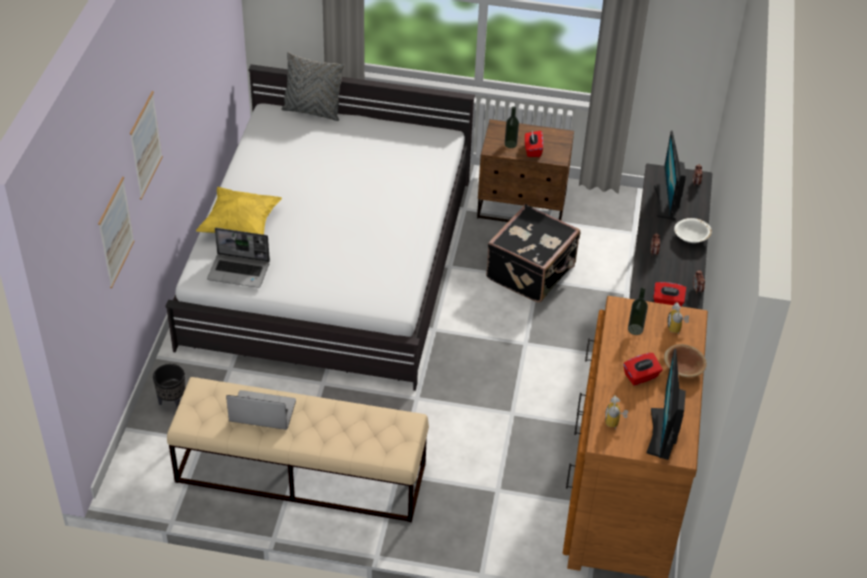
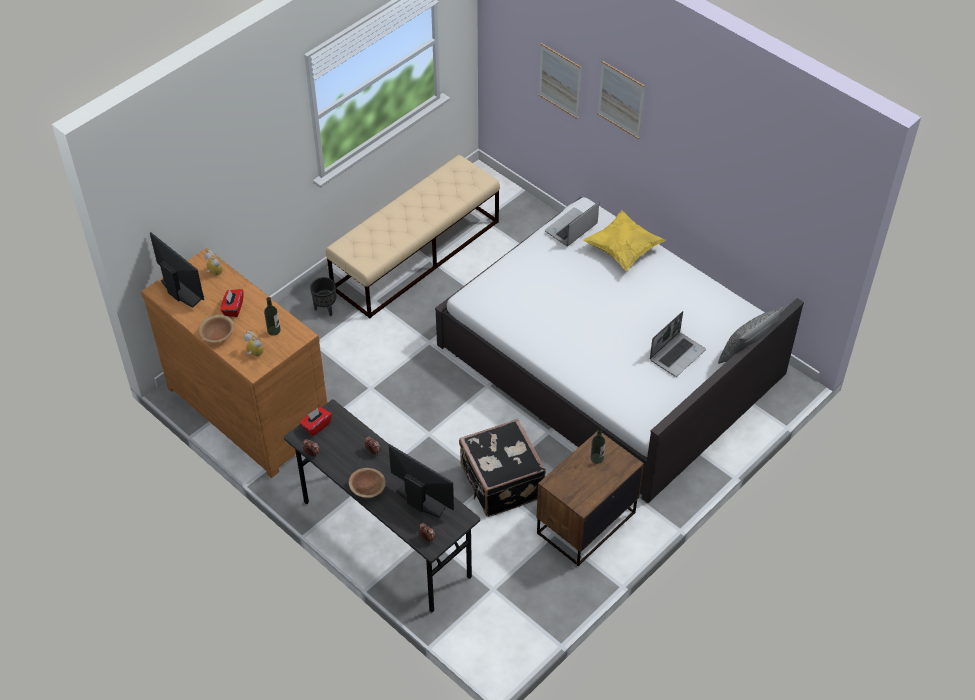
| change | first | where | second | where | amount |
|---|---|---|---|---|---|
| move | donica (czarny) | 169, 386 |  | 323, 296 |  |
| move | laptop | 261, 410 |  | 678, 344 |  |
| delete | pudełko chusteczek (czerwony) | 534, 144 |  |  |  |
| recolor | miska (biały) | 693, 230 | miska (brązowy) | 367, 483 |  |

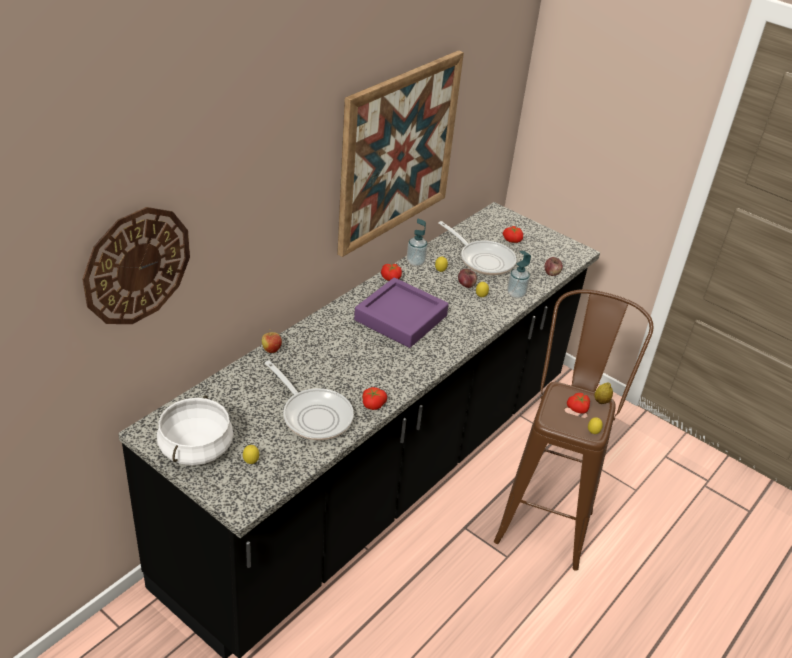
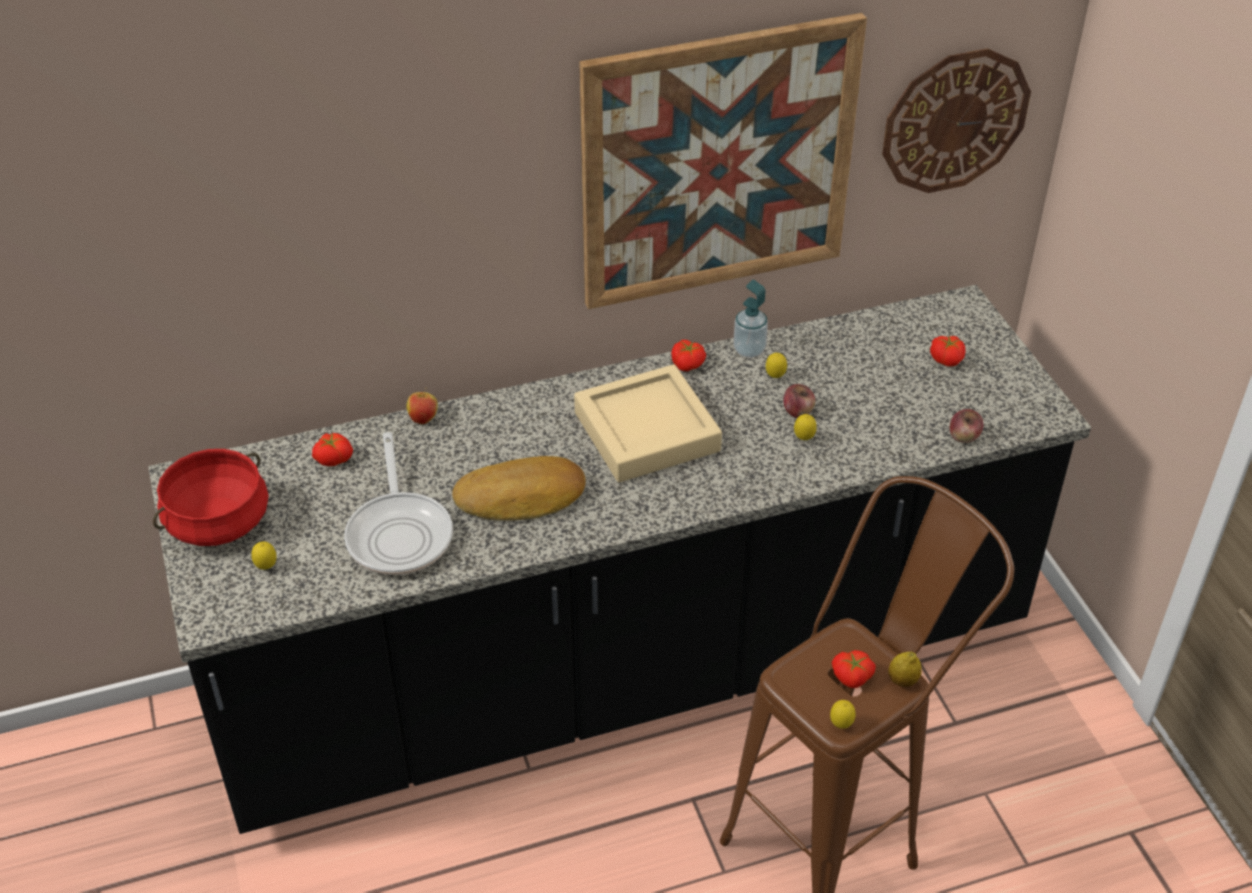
| change | first | where | second | where | amount |
|---|---|---|---|---|---|
| move | zegar ścienny | 136, 265 |  | 956, 120 |  |
| recolor | garnek (biały) | 195, 430 | garnek (czerwony) | 211, 497 |  |
| recolor | taca (fioletowy) | 401, 312 | taca (beżowy) | 648, 423 |  |
| move | pomidor | 374, 398 |  | 332, 449 |  |
| delete | patelnia | 478, 248 |  |  |  |
| delete | dozownik mydła | 519, 274 |  |  |  |
| insert |  |  | chleb | 519, 488 |  |

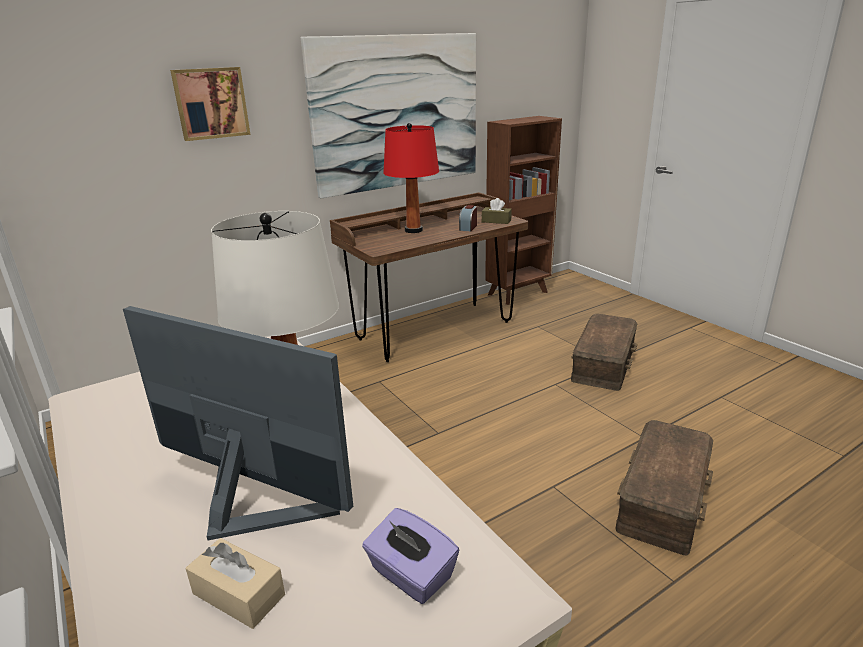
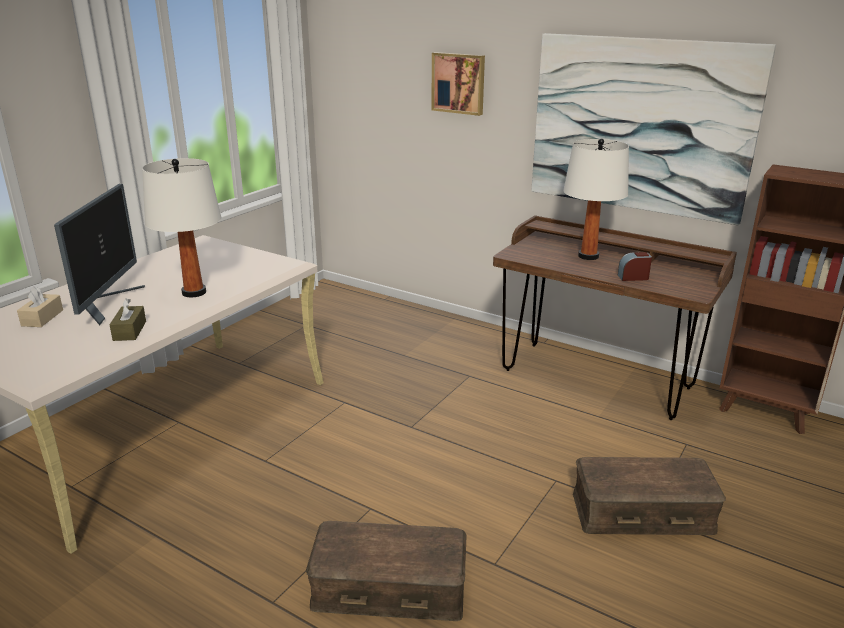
| change | first | where | second | where | amount |
|---|---|---|---|---|---|
| delete | pudełko chusteczek (fioletowy) | 410, 556 |  |  |  |
| recolor | lampa stołowa (czerwony) | 411, 178 | lampa stołowa (biały) | 596, 199 |  |
| move | pudełko chusteczek (brązowy) | 497, 211 |  | 127, 319 |  |

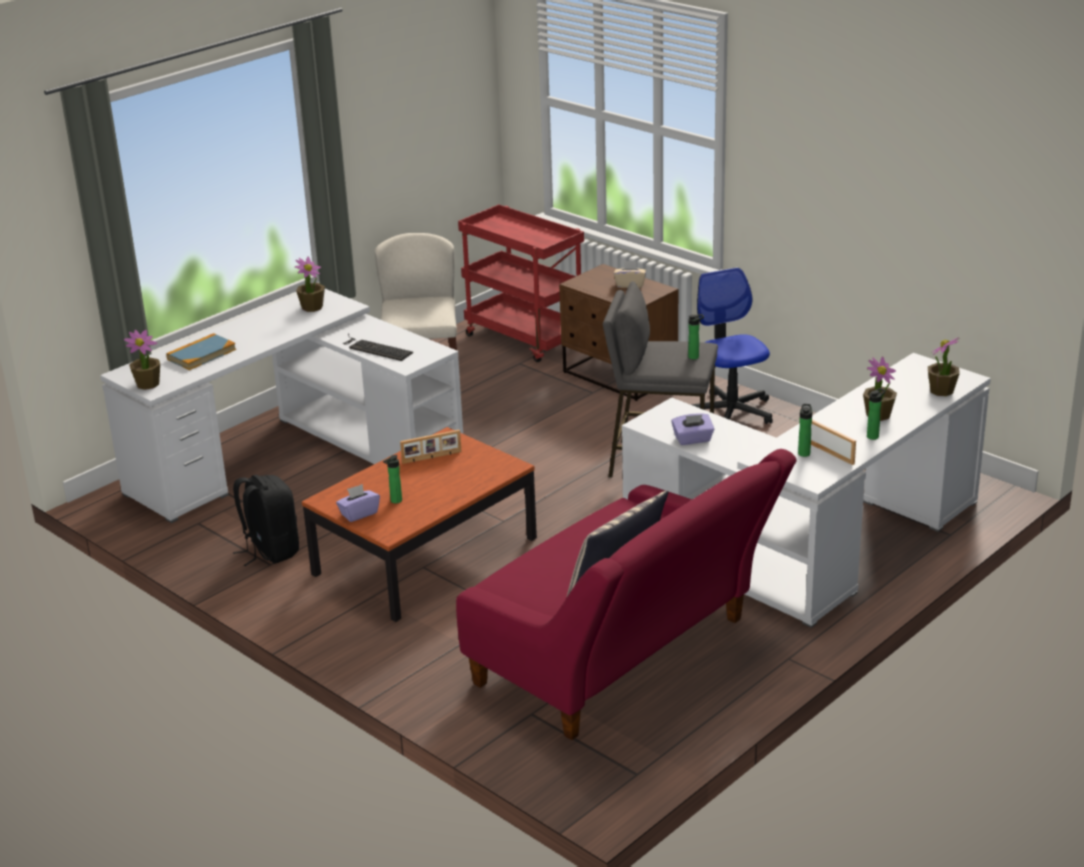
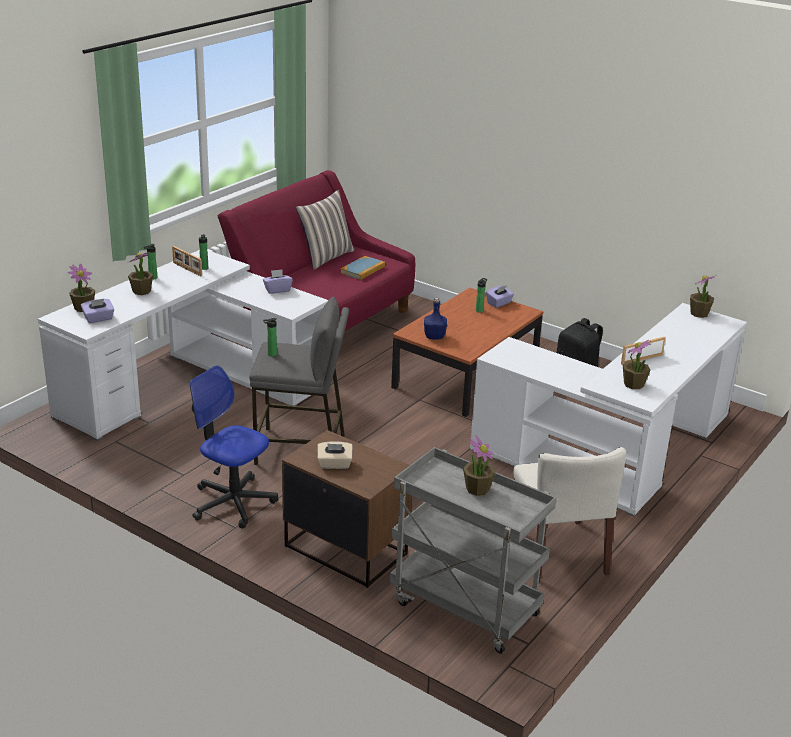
| change | first | where | second | where | amount |
|---|---|---|---|---|---|
| move | książka | 201, 351 |  | 362, 268 |  |
| delete | klawiatura | 378, 347 |  |  |  |
| move | ramka na zdjęcie | 431, 447 |  | 643, 351 |  |
| recolor | wózek (czerwony) | 521, 283 | wózek (szary) | 473, 550 |  |
| rotate | krzesło biurowe | 731, 345 |  | 234, 446 | 150 degrees clockwise |
| insert |  |  | pudełko chusteczek (fioletowy) | 97, 311 |  |
| insert |  |  | butelka (niebieski) | 435, 319 |  |
| insert |  |  | roślina doniczkowa | 479, 465 |  |

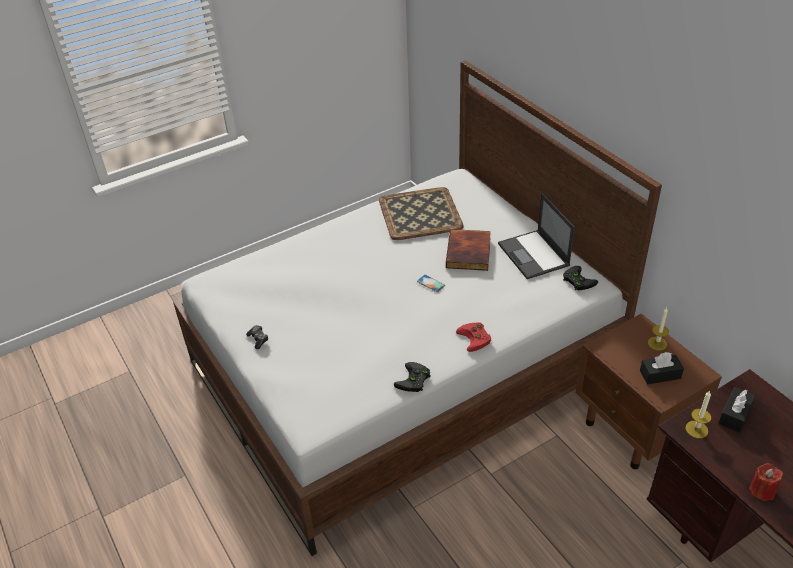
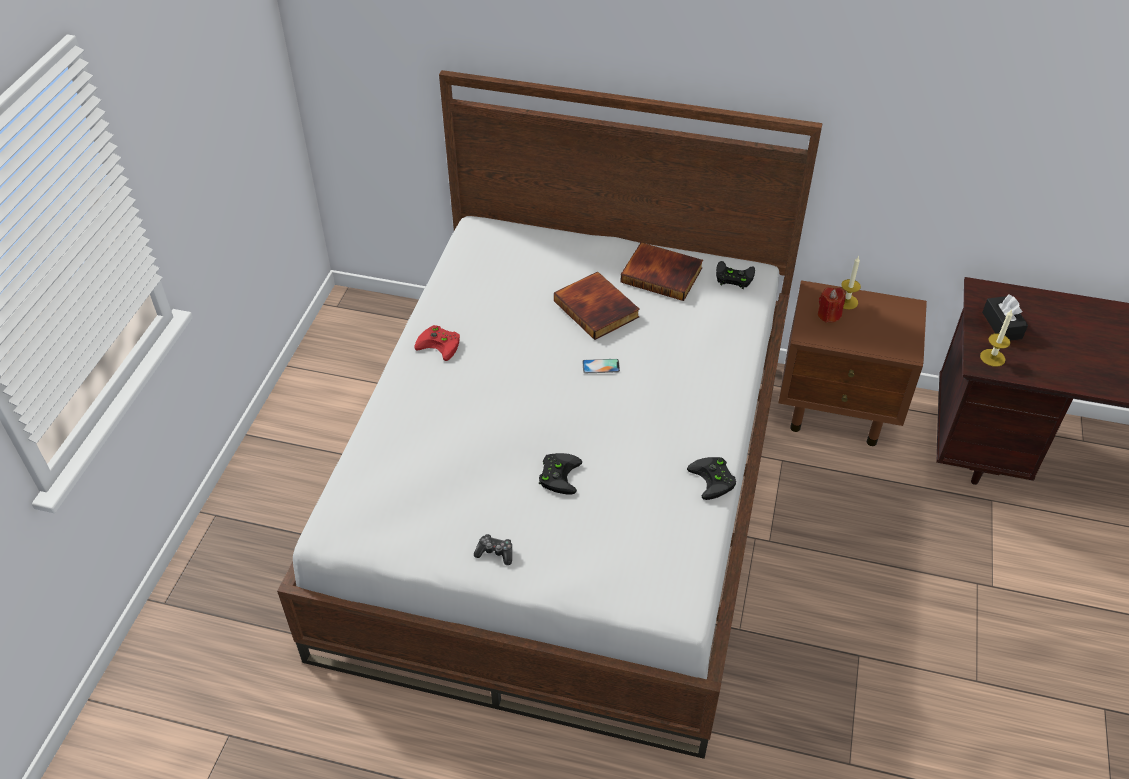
| change | first | where | second | where | amount |
|---|---|---|---|---|---|
| delete | taca | 421, 213 |  |  |  |
| move | pad do gier (czerwony) | 473, 337 |  | 437, 343 |  |
| replace | laptop | 536, 236 | książka | 661, 271 |  |
| delete | pudełko chusteczek (czarny) | 662, 368 |  |  |  |
| move | świeca (czerwony) | 766, 482 |  | 832, 305 |  |
| insert |  |  | pad do gier (czarny) | 560, 474 |  |

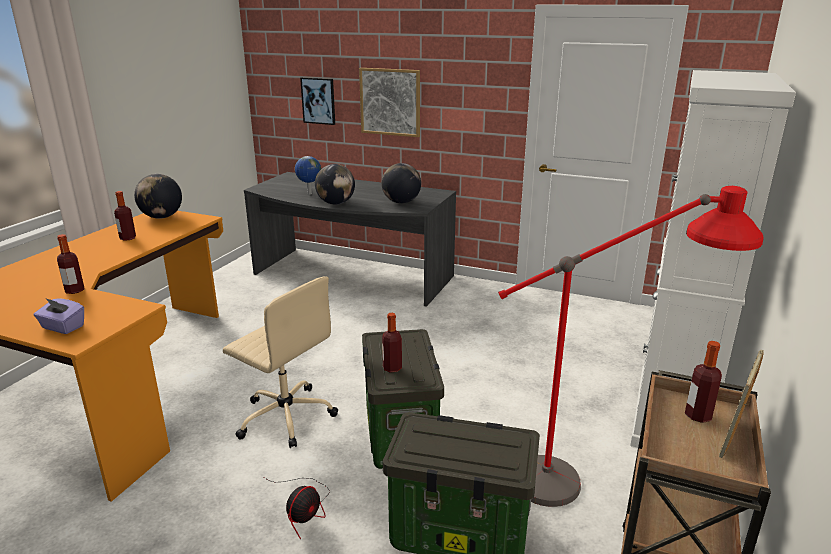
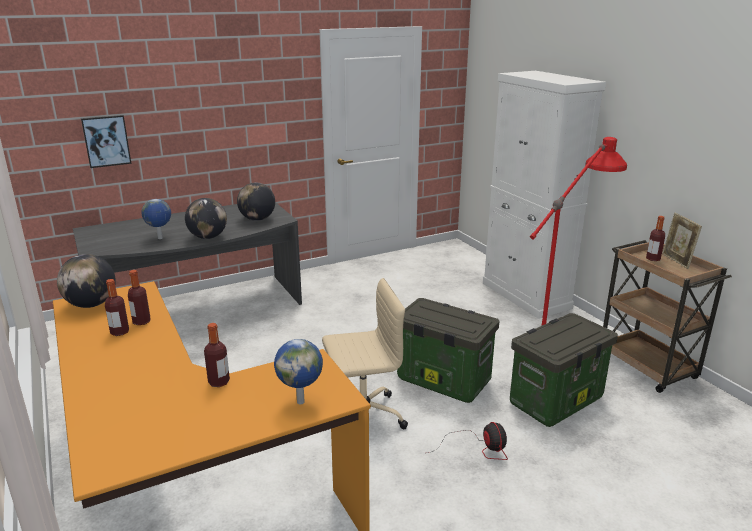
| change | first | where | second | where | amount |
|---|---|---|---|---|---|
| replace | pudełko chusteczek (fioletowy) | 59, 316 | globus | 298, 371 |  |
| delete | obraz | 389, 102 |  |  |  |
| move | butelka | 392, 343 |  | 139, 297 |  |

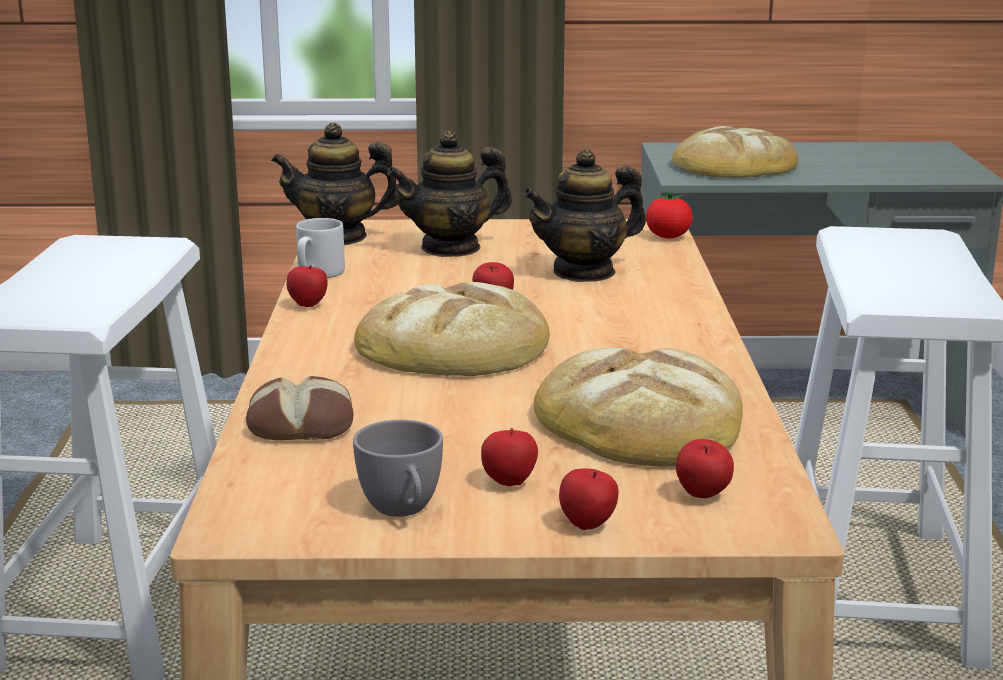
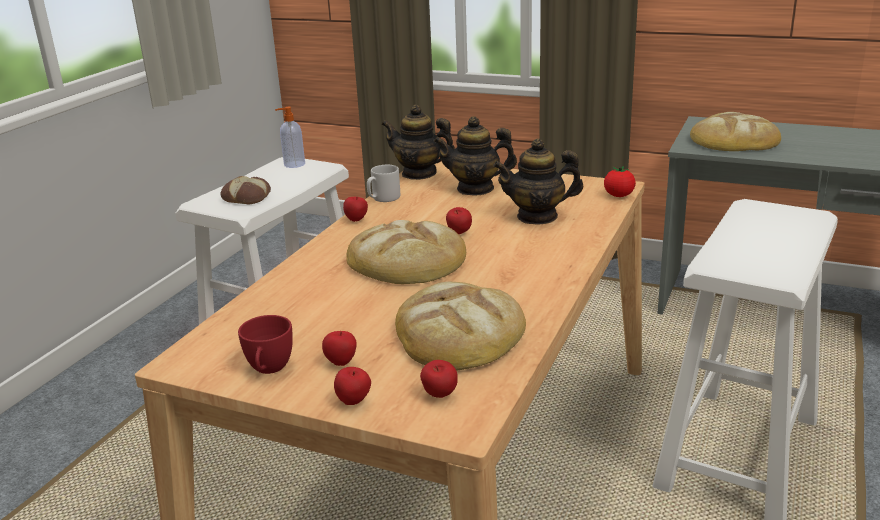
| change | first | where | second | where | amount |
|---|---|---|---|---|---|
| move | chleb | 299, 408 |  | 246, 190 |  |
| recolor | filiżanka (szary) | 398, 468 | filiżanka (czerwony) | 265, 344 |  |
| insert |  |  | dozownik mydła | 290, 137 |  |

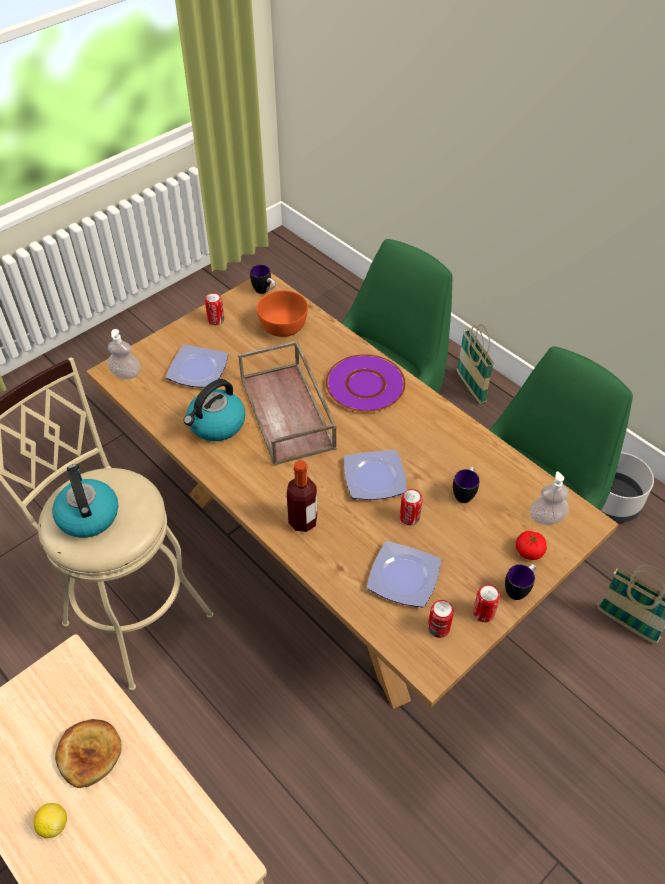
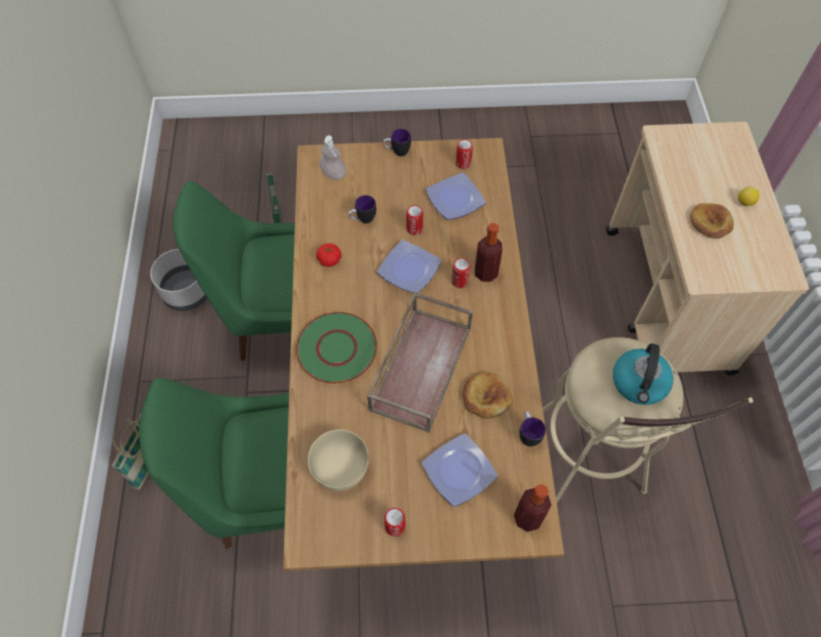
| change | first | where | second | where | amount |
|---|---|---|---|---|---|
| replace | dozownik mydła | 124, 354 | butelka | 532, 508 |  |
| replace | czajnik | 214, 410 | chleb | 487, 395 |  |
| move | kubek | 262, 279 |  | 532, 428 |  |
| recolor | miska (pomarańczowy) | 282, 313 | miska (beżowy) | 338, 460 |  |
| recolor | talerz (fioletowy) | 366, 383 | talerz (zielony) | 336, 348 |  |
| move | puszka | 486, 603 |  | 460, 273 |  |
| move | pomidor | 531, 545 |  | 329, 255 |  |

